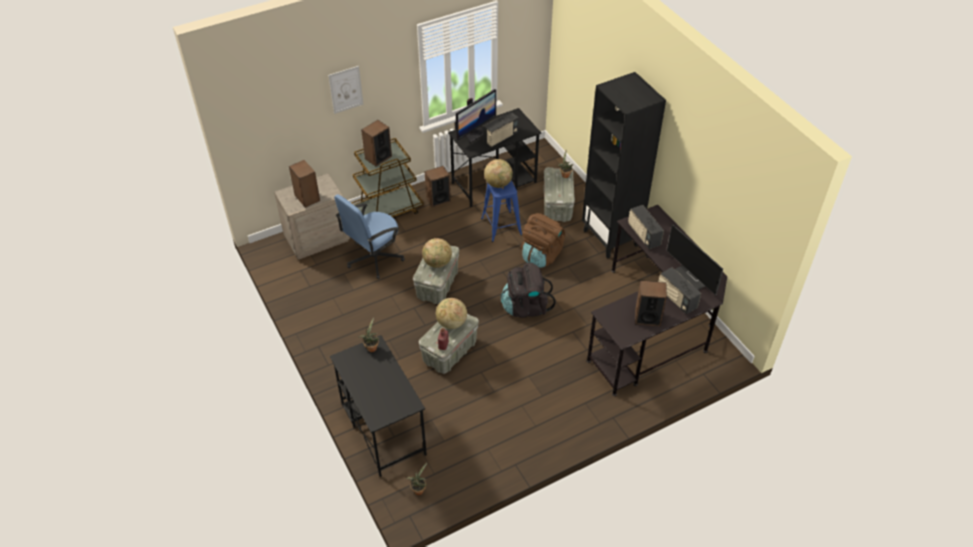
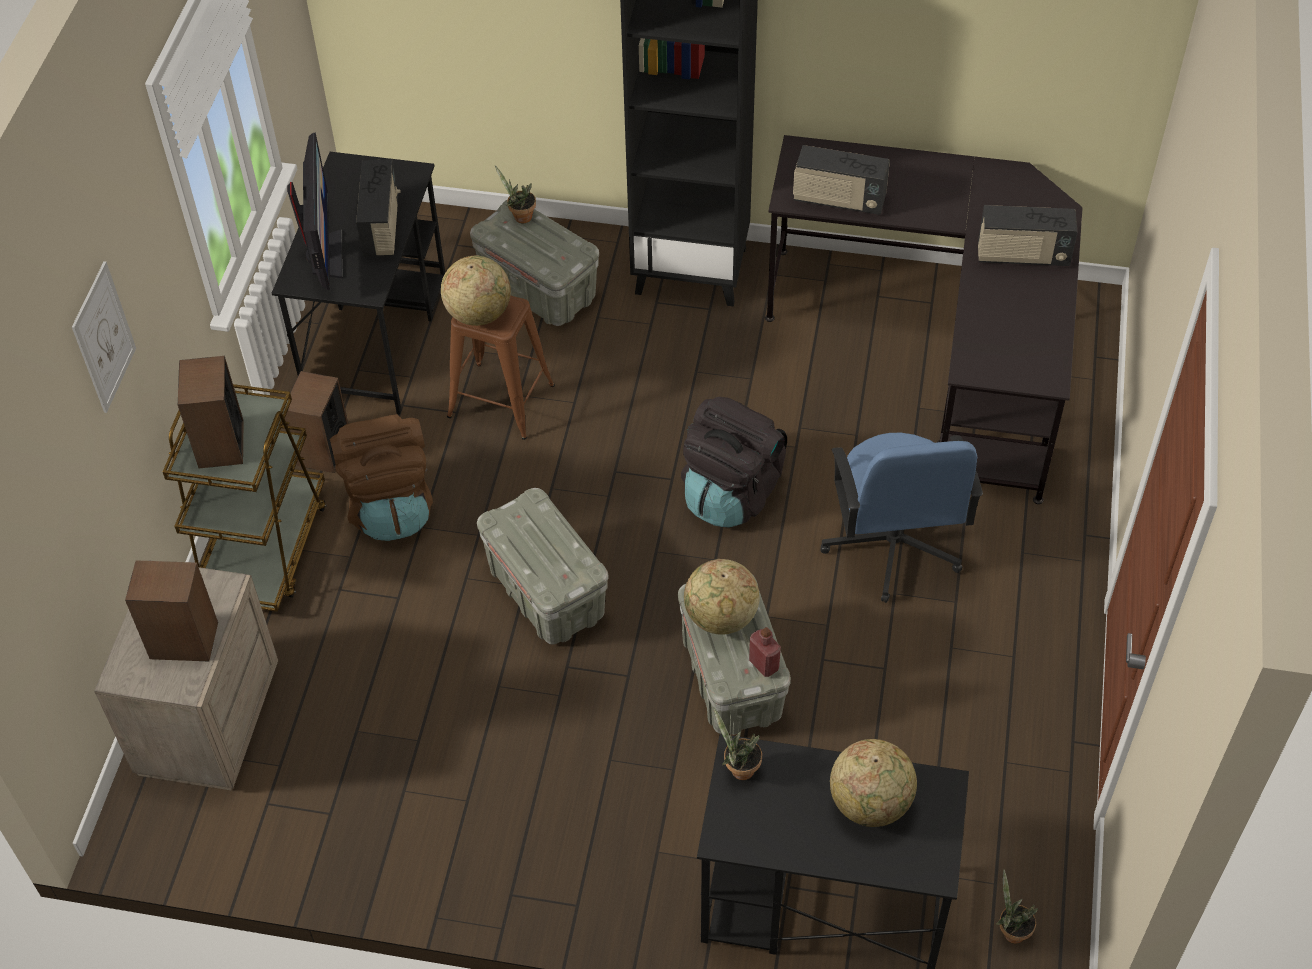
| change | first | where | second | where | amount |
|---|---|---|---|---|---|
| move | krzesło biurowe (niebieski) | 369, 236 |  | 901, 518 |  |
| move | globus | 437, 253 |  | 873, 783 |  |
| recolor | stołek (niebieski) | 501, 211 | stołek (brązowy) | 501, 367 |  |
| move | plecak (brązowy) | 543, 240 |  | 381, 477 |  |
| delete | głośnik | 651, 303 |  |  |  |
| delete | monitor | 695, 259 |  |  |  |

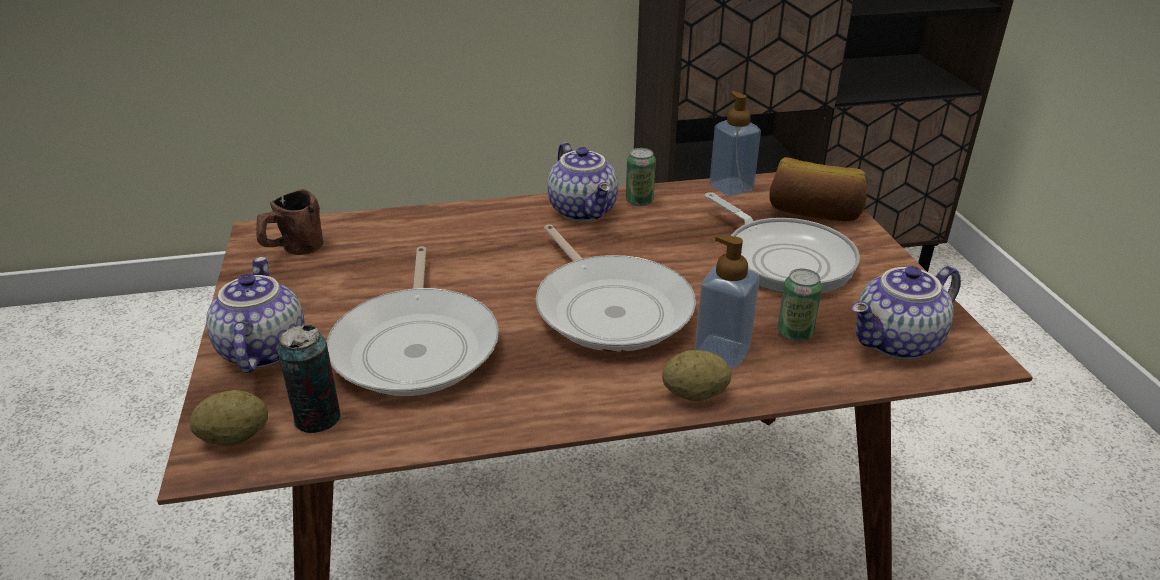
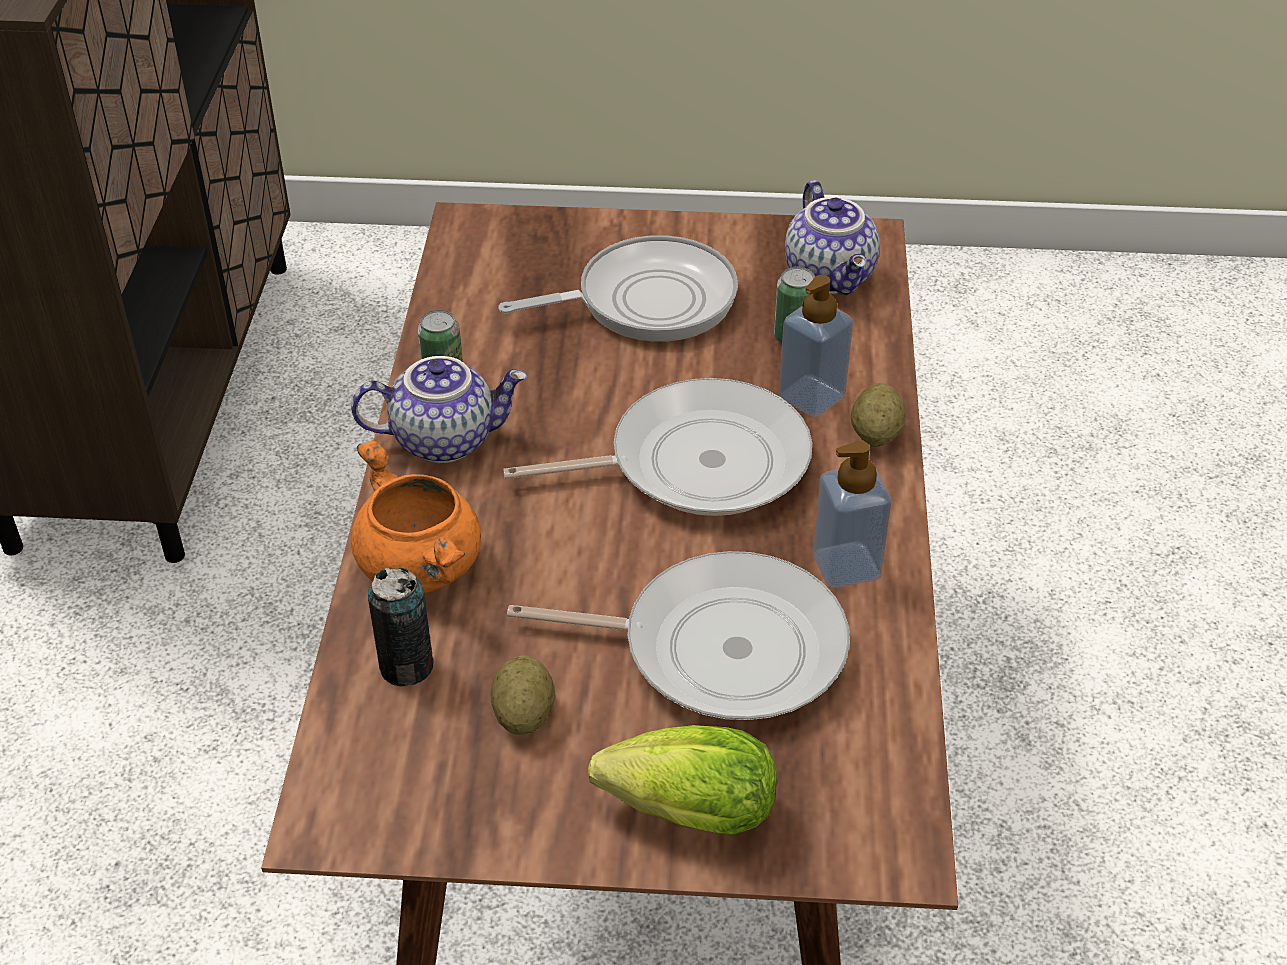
| change | first | where | second | where | amount |
|---|---|---|---|---|---|
| move | ziemniak | 229, 417 |  | 522, 695 |  |
| replace | imbryk | 255, 315 | sałata | 682, 780 |  |
| delete | kubek (brązowy) | 289, 222 |  |  |  |
| move | puszka | 309, 379 |  | 401, 627 |  |
| move | dozownik mydła | 735, 144 |  | 852, 514 |  |
| delete | chleb | 818, 189 |  |  |  |
| insert |  |  | garnek (pomarańczowy) | 416, 516 |  |

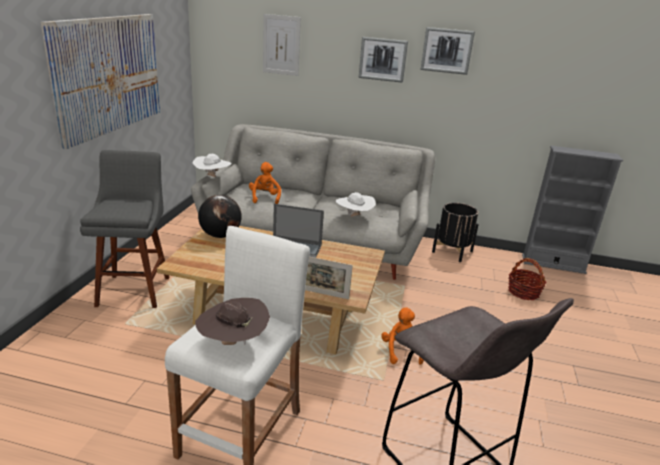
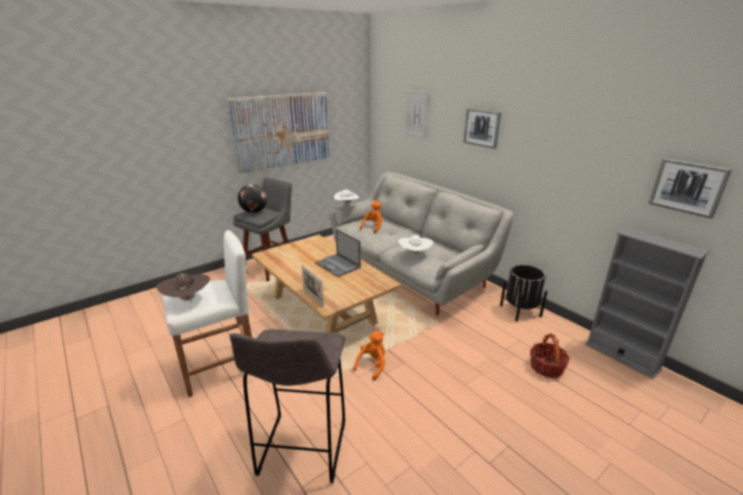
| change | first | where | second | where | amount |
|---|---|---|---|---|---|
| move | globus | 220, 216 |  | 252, 198 |  |
| move | obraz | 448, 51 |  | 690, 188 |  |

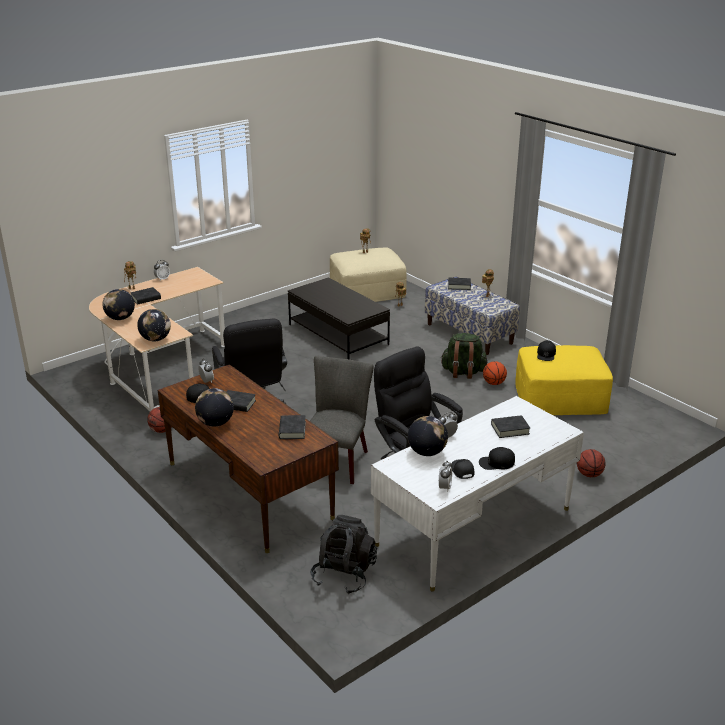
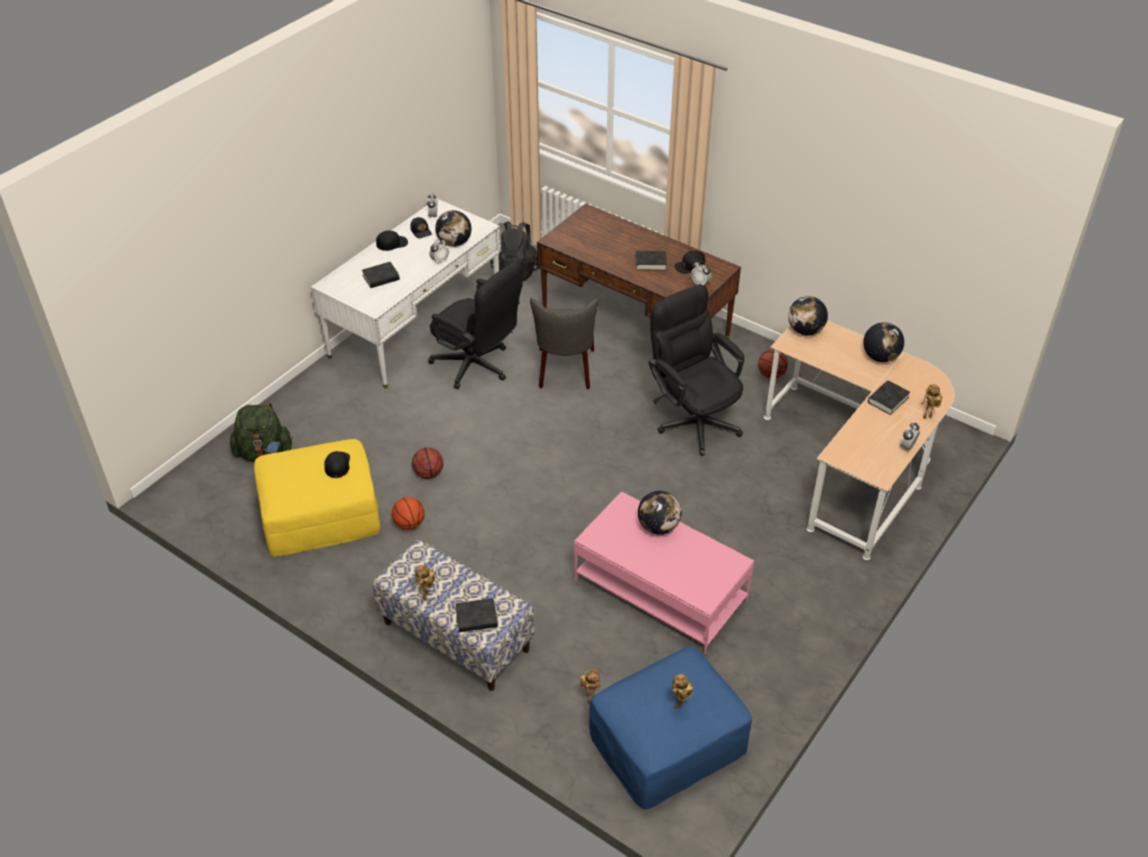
| change | first | where | second | where | amount |
|---|---|---|---|---|---|
| move | globus | 214, 407 |  | 659, 512 |  |
| delete | książka (czarny) | 292, 427 |  |  |  |
| recolor | ława (czarny) | 339, 318 | ława (różowy) | 664, 572 |  |
| recolor | pufa (beżowy) | 368, 275 | pufa (niebieski) | 670, 727 |  |
| move | plecak (zielony) | 464, 356 |  | 261, 432 |  |
| move | piłka do koszykówki | 591, 463 |  | 427, 463 |  |

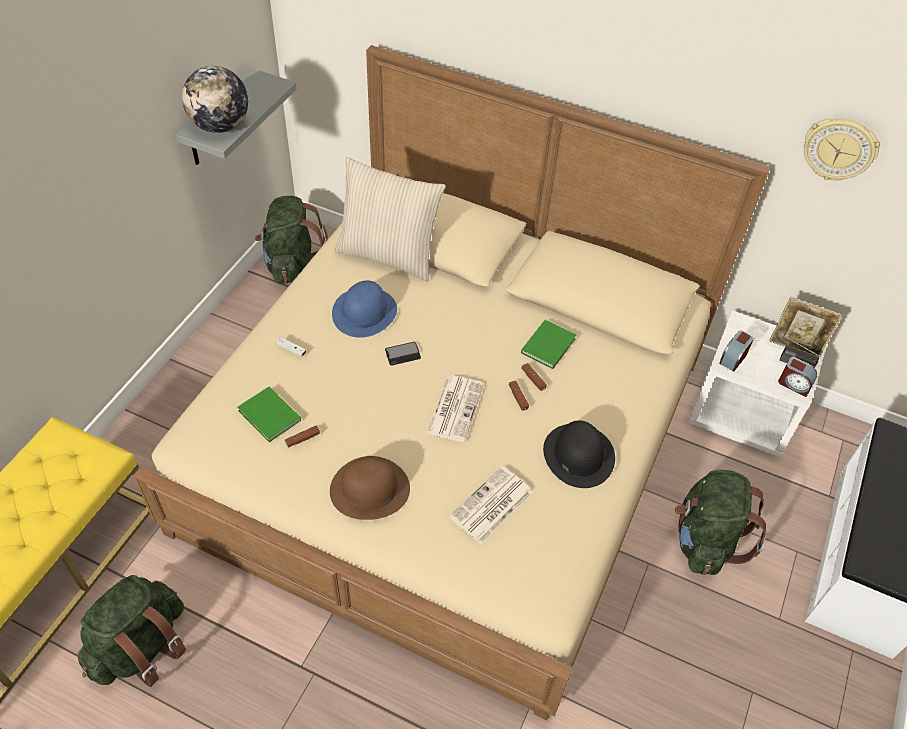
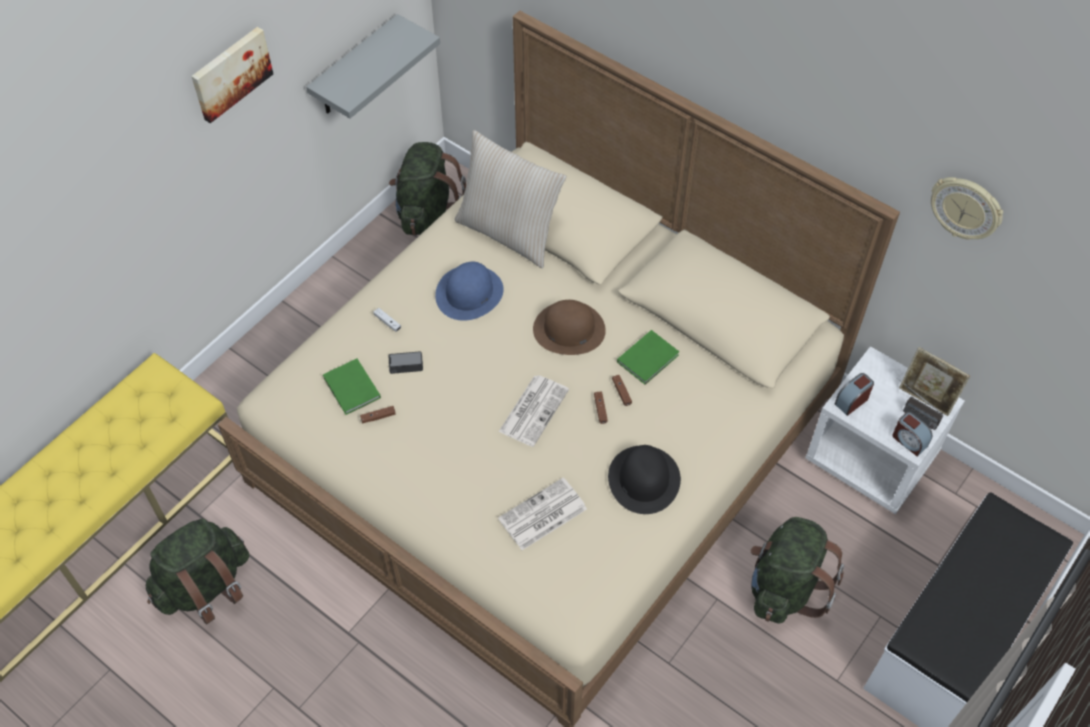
| change | first | where | second | where | amount |
|---|---|---|---|---|---|
| delete | globus | 215, 99 |  |  |  |
| move | kapelusz (brązowy) | 370, 488 |  | 569, 327 |  |
| move | telefon | 403, 354 |  | 406, 362 |  |
| insert |  |  | obraz | 232, 75 |  |

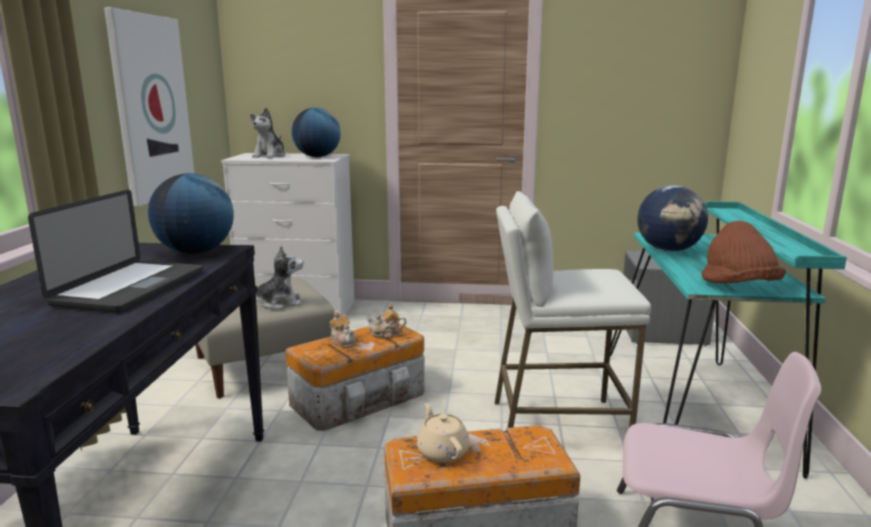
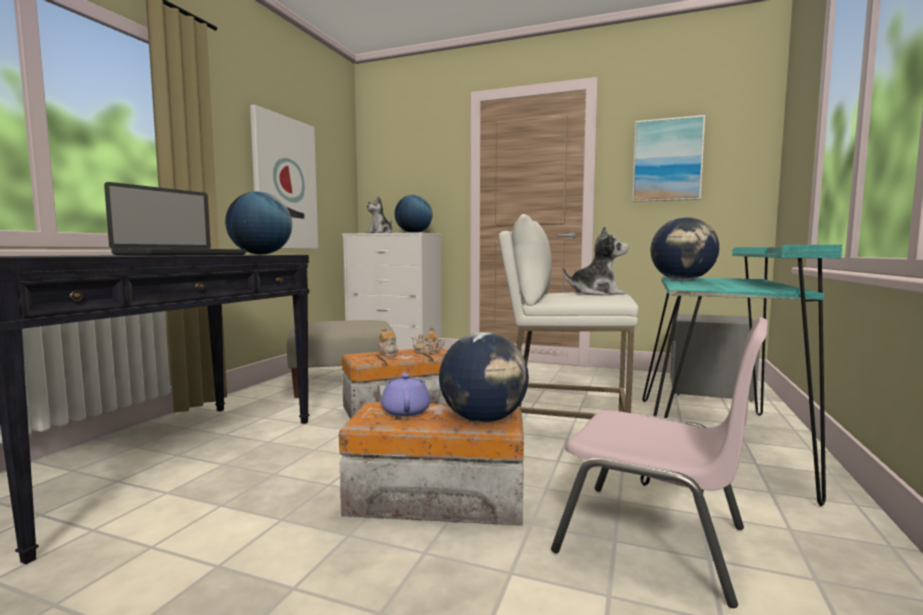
| change | first | where | second | where | amount |
|---|---|---|---|---|---|
| move | pluszak | 279, 277 |  | 596, 261 |  |
| recolor | imbryk (beżowy) | 443, 433 | imbryk (fioletowy) | 405, 394 |  |
| delete | kapelusz (brązowy) | 744, 252 |  |  |  |
| insert |  |  | globus | 484, 377 |  |
| insert |  |  | obraz | 668, 158 |  |

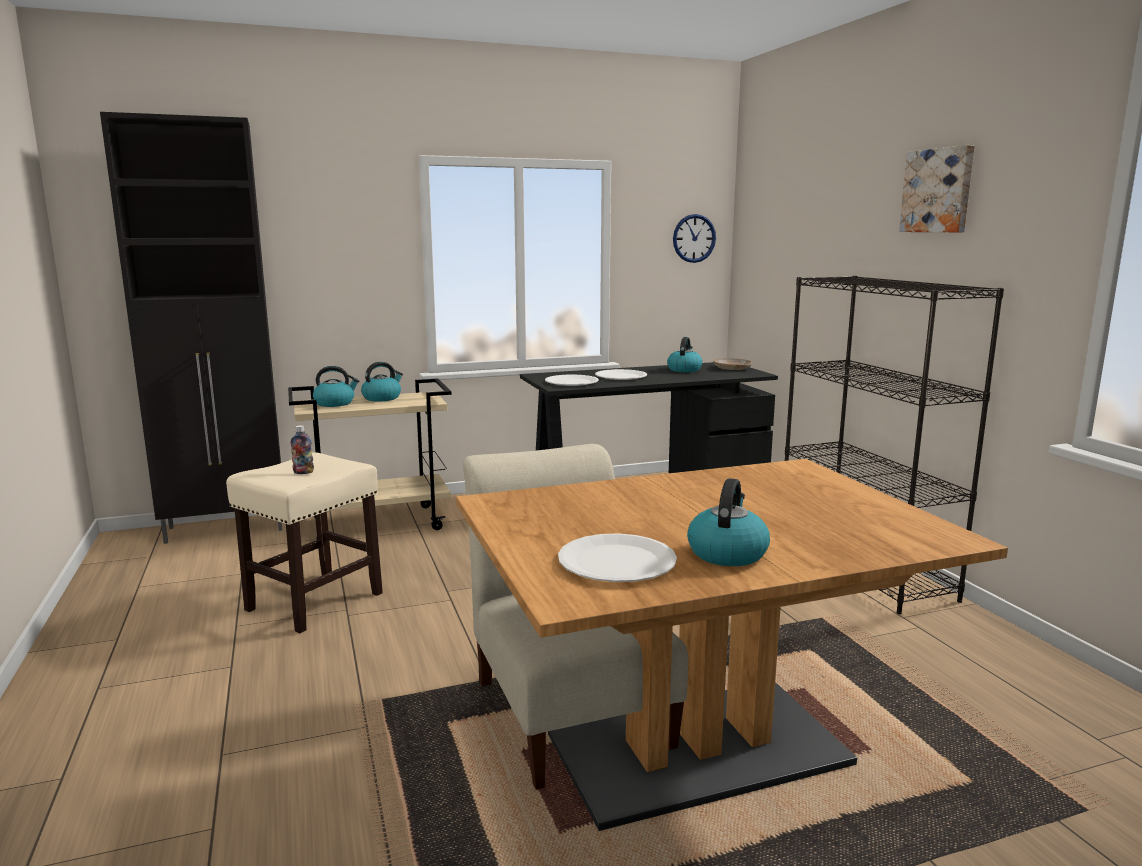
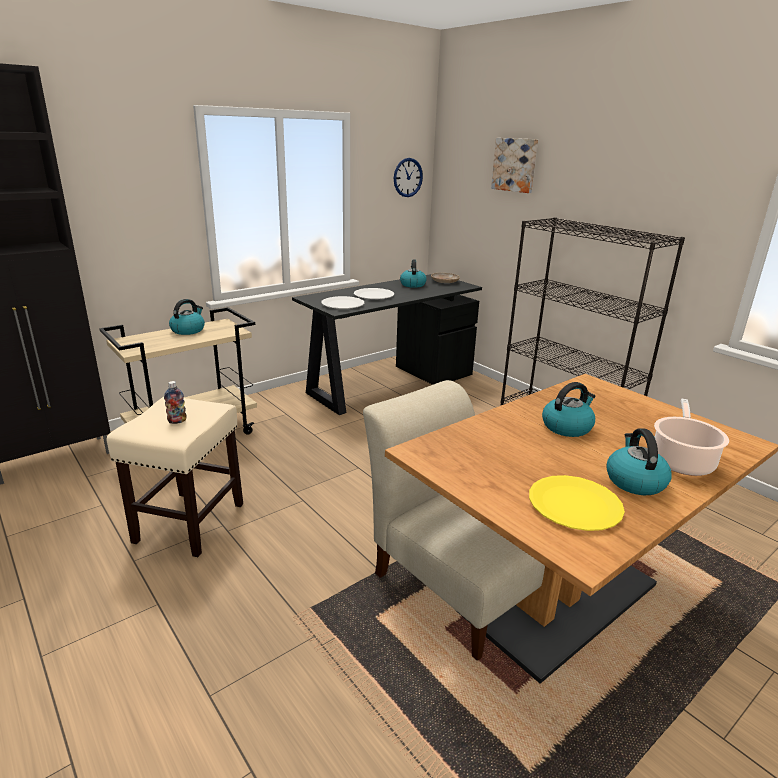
| change | first | where | second | where | amount |
|---|---|---|---|---|---|
| move | czajnik | 336, 386 |  | 568, 409 |  |
| recolor | talerz (biały) | 617, 557 | talerz (żółty) | 577, 503 |  |
| move | obraz | 937, 188 |  | 514, 165 |  |
| insert |  |  | garnek | 691, 437 |  |

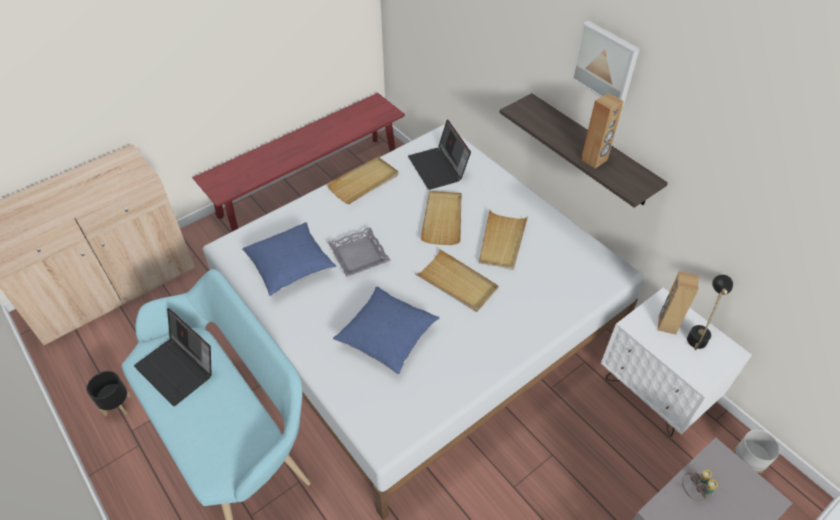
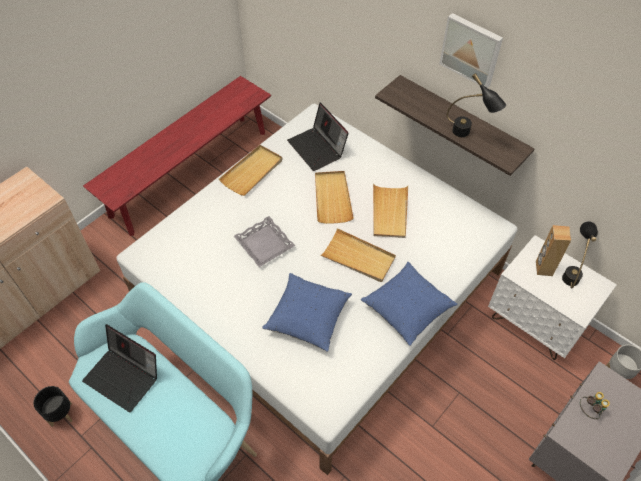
| change | first | where | second | where | amount |
|---|---|---|---|---|---|
| move | poduszka (niebieski) | 289, 259 |  | 409, 304 |  |
| replace | głośnik (brązowy) | 602, 130 | lampa stołowa (czarny) | 476, 105 |  |

